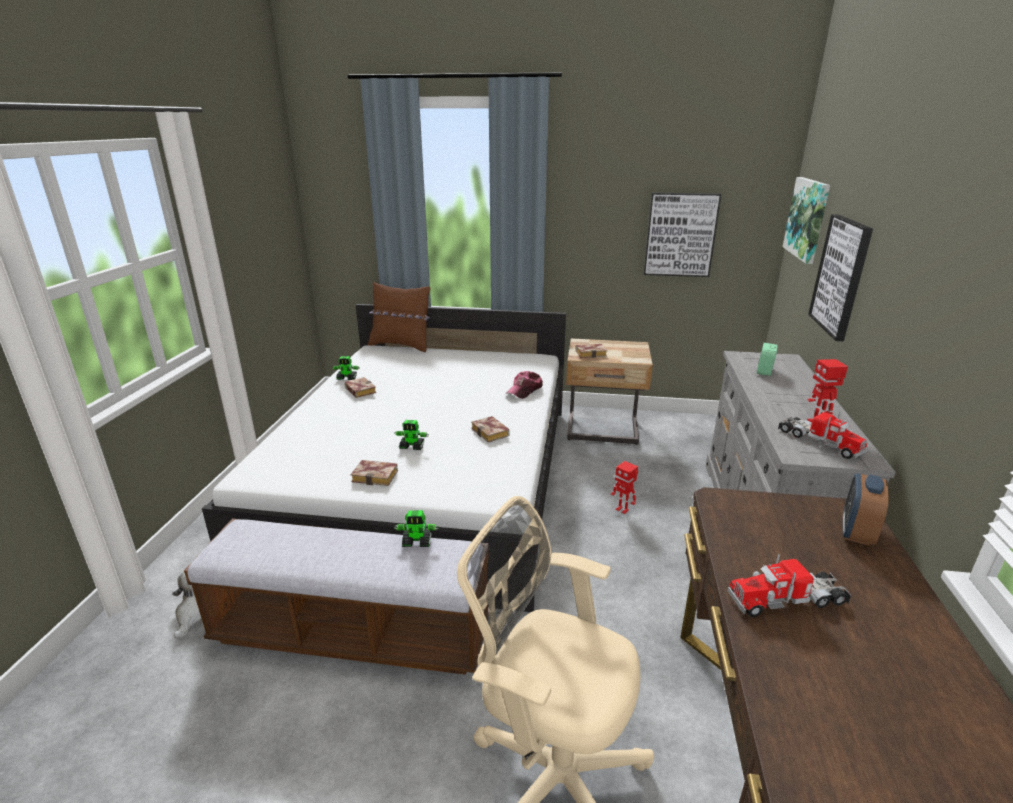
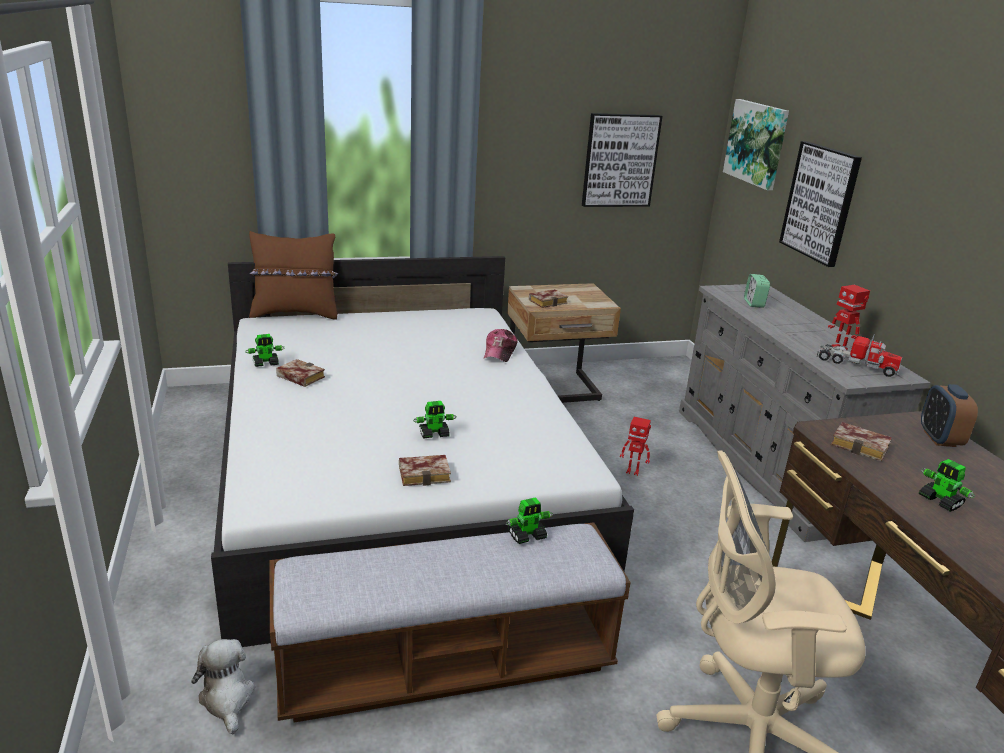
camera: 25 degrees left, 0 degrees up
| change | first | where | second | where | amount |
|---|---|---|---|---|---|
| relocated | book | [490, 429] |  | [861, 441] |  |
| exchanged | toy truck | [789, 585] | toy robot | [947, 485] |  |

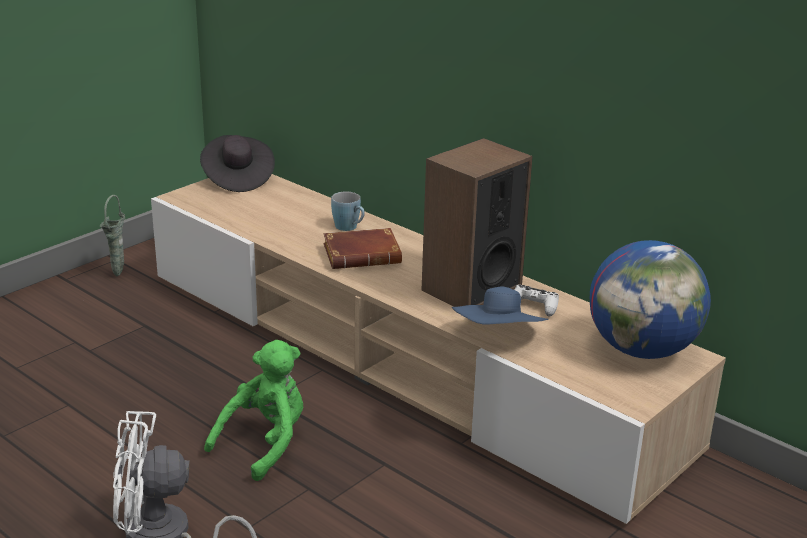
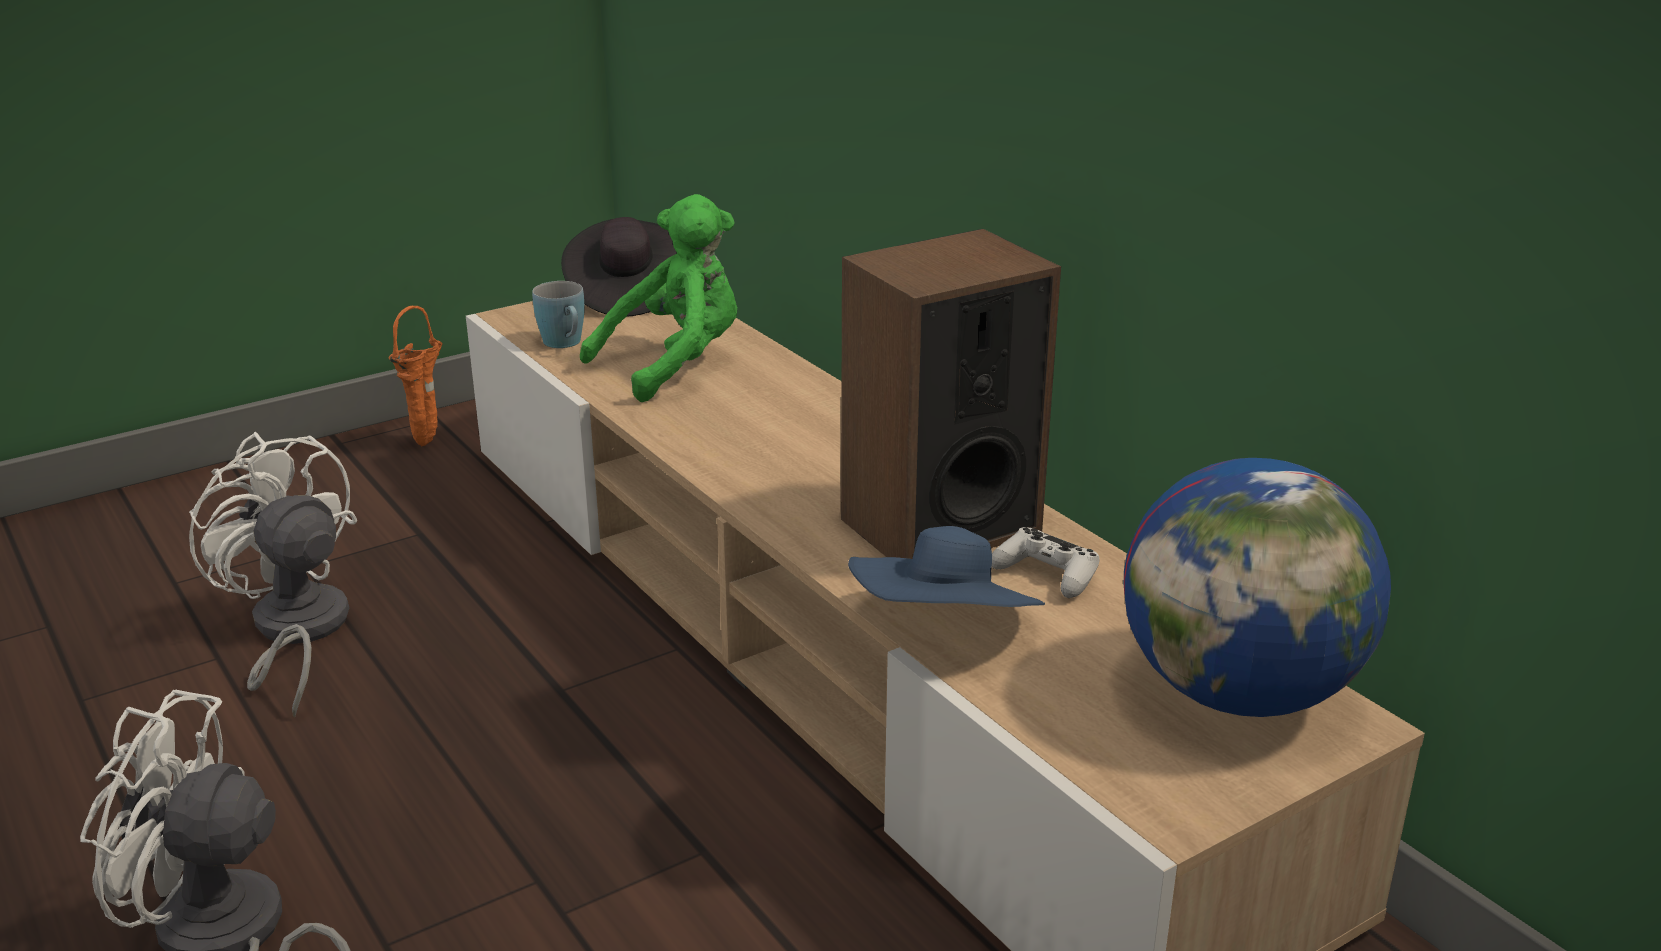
camera: 15 degrees right, 0 degrees up
| change | first | where | second | where | amount |
|---|---|---|---|---|---|
| appeared |  |  | white fan | [273, 575] |  |
| colour | green vase | [112, 235] | orange vase | [416, 376] |  |
| relocated | blue mug | [348, 211] |  | [558, 314] |  |
| relocated | green plush toy | [253, 410] |  | [658, 298] |  |
| missing | brown book | [363, 248] |  |  |  |

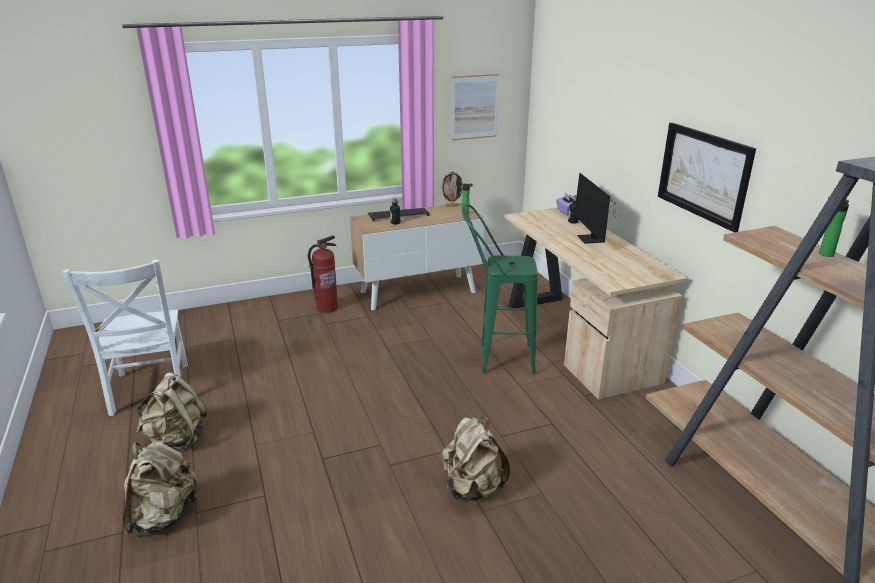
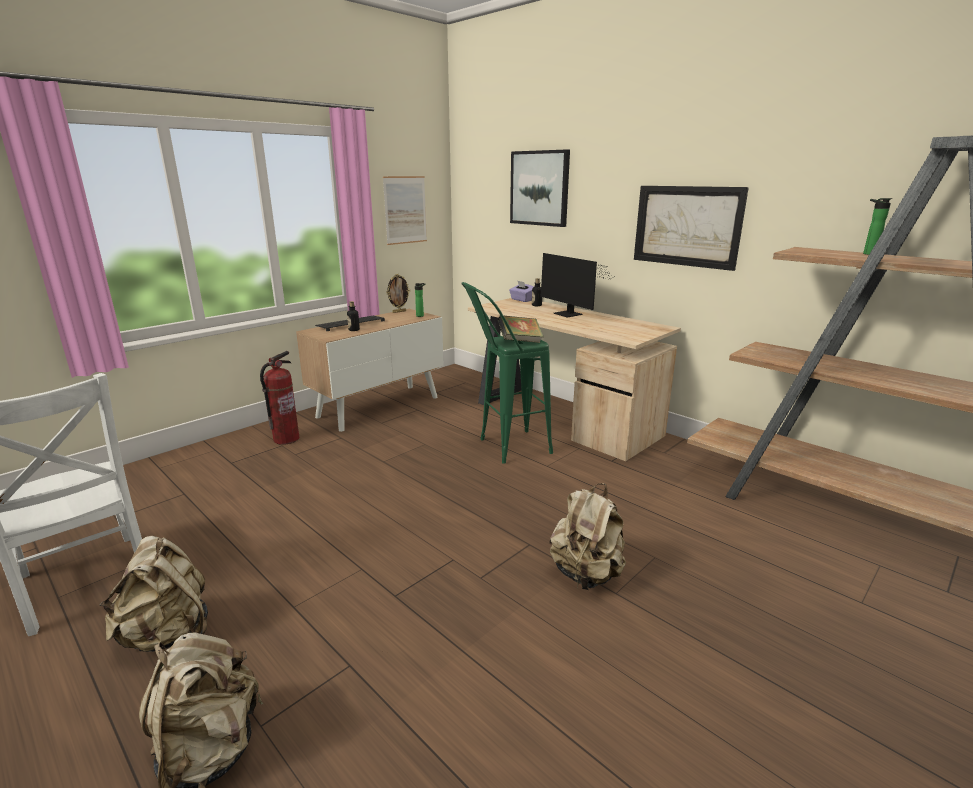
camera: 25 degrees left, 5 degrees down
| change | first | where | second | where | amount |
|---|---|---|---|---|---|
| appeared |  |  | book | [521, 329] |  |
| appeared |  |  | picture | [540, 188] |  |

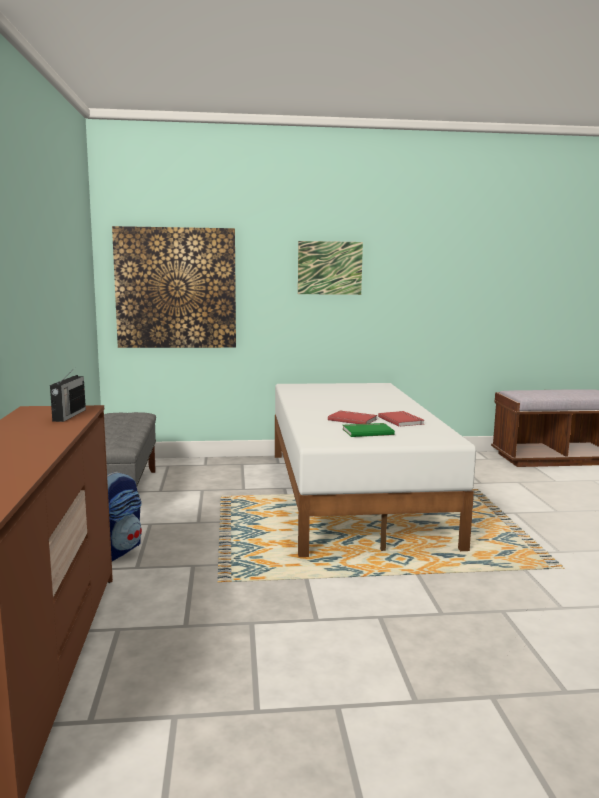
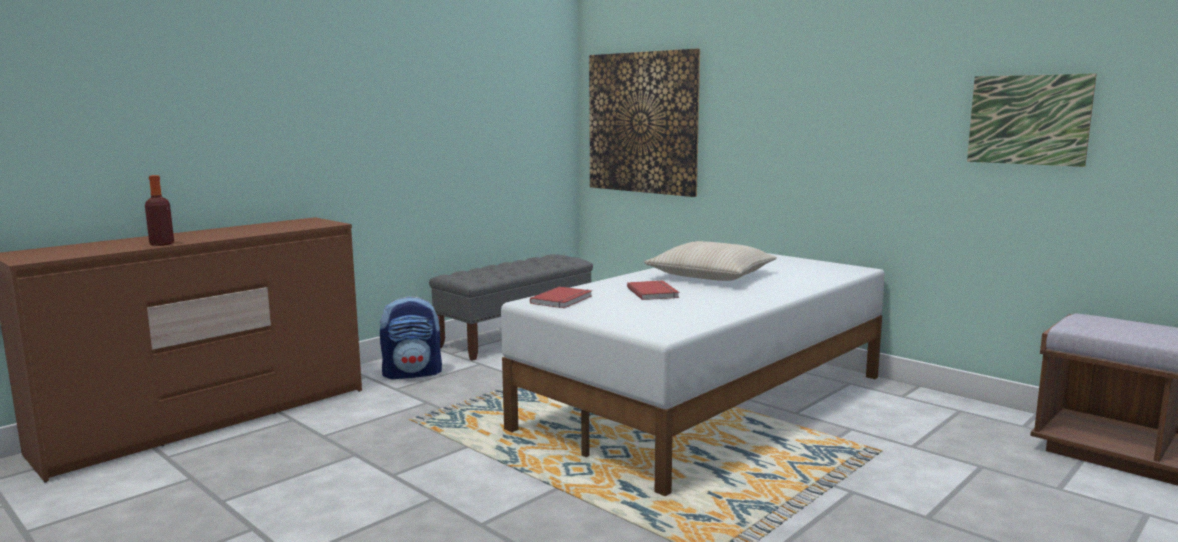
camera: 50 degrees right, 0 degrees up
| change | first | where | second | where | amount |
|---|---|---|---|---|---|
| appeared |  |  | bottle | [159, 210] |  |
| relocated | red book | [401, 419] |  | [561, 297] |  |
| appeared |  |  | beige pillow | [710, 261] |  |
| relocated | picture | [330, 268] |  | [1032, 120] |  |
| missing | radio | [68, 394] |  |  |  |
| missing | green book | [369, 430] |  |  |  |

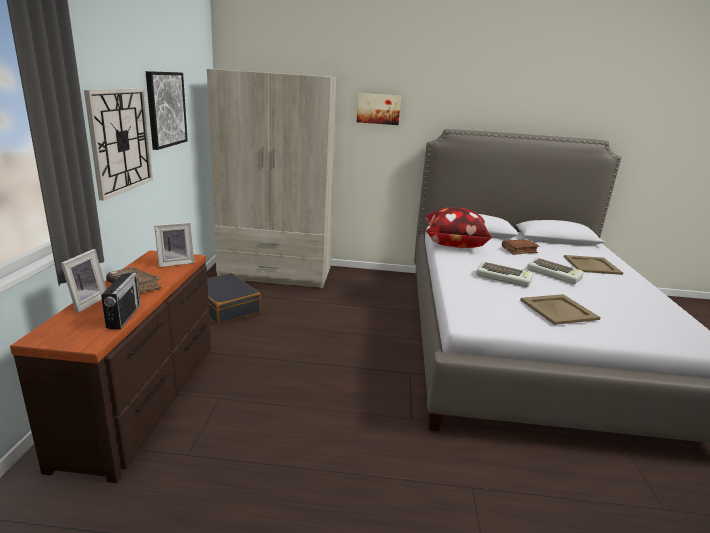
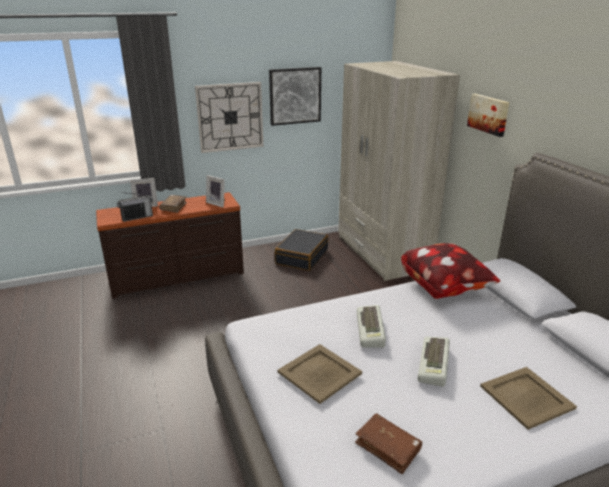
camera: 65 degrees right, 5 degrees up
| change | first | where | second | where | amount |
|---|---|---|---|---|---|
| relocated | brown book | [521, 247] |  | [388, 443] |  |

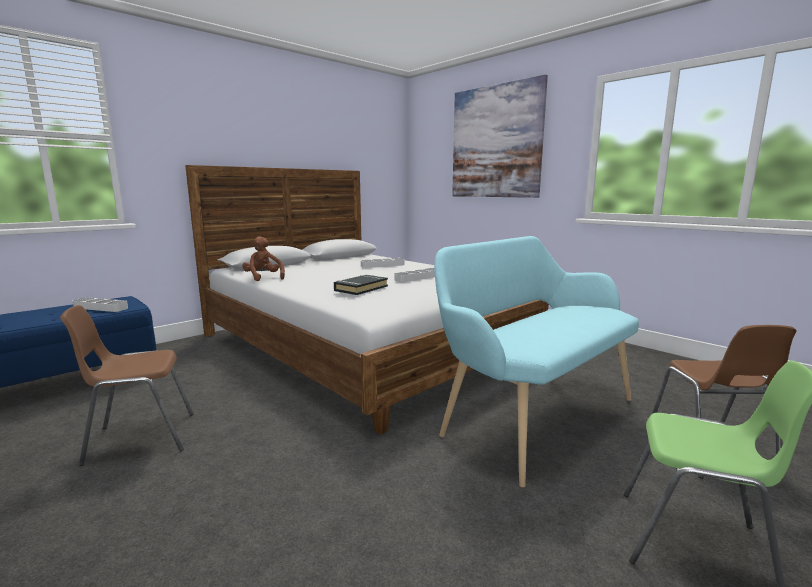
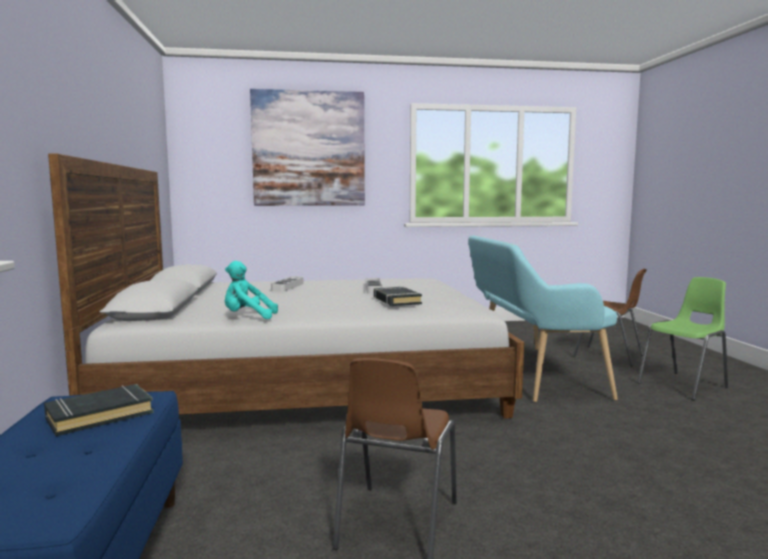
camera: 55 degrees left, 5 degrees down
| change | first | where | second | where | amount |
|---|---|---|---|---|---|
| exchanged | grey tray | [100, 304] | black book | [98, 410] |  |
| colour | brown plush toy | [263, 258] | turquoise plush toy | [251, 290] |  |

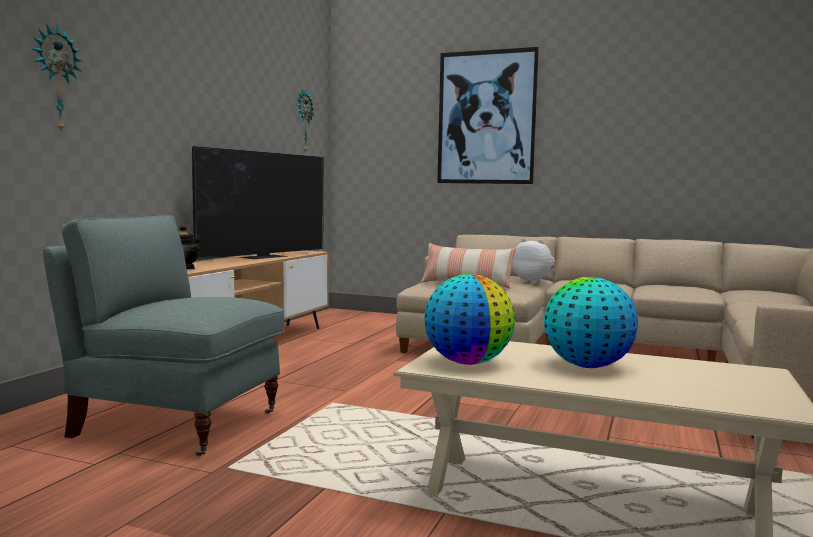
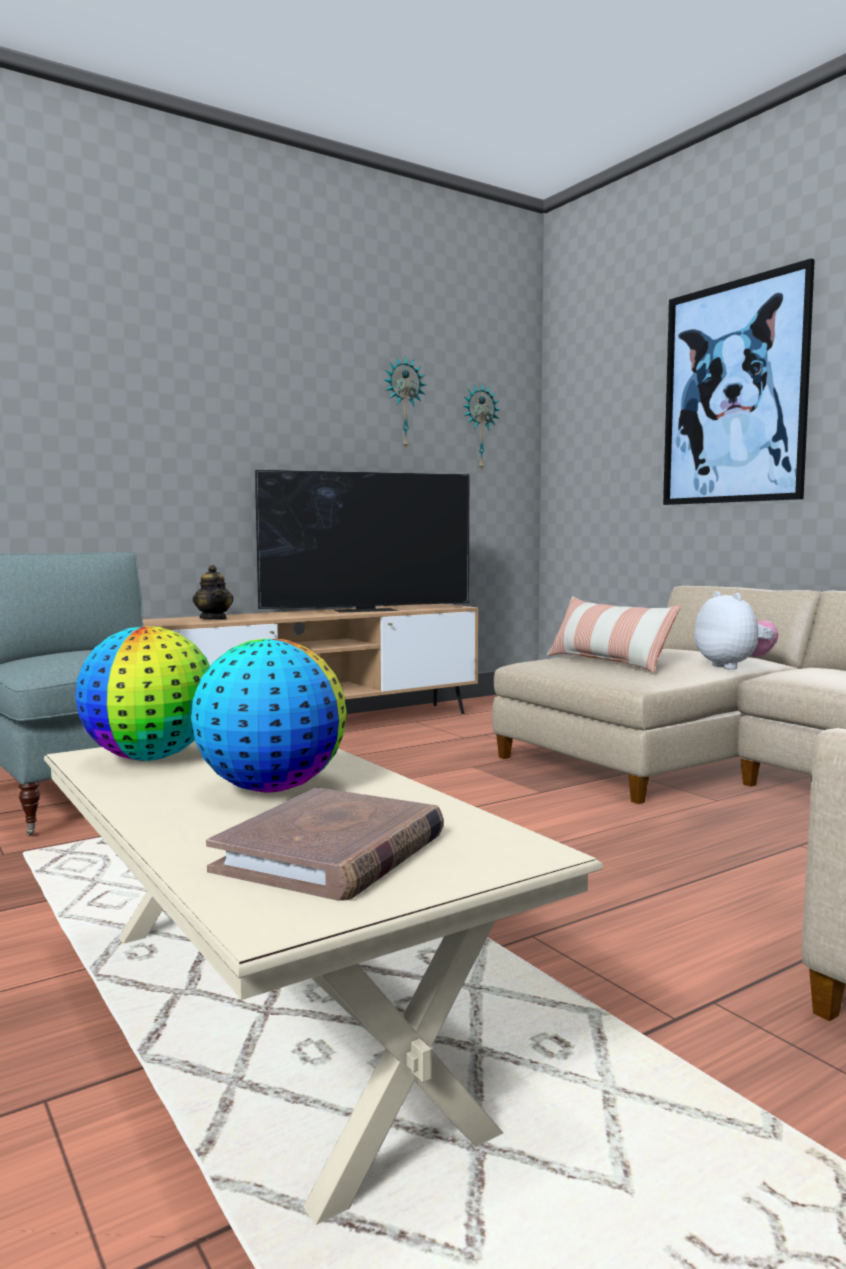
camera: 35 degrees right, 0 degrees up
| change | first | where | second | where | amount |
|---|---|---|---|---|---|
| appeared |  |  | brown book | [325, 844] |  |
| relocated | wall clock | [57, 79] |  | [405, 402] |  |

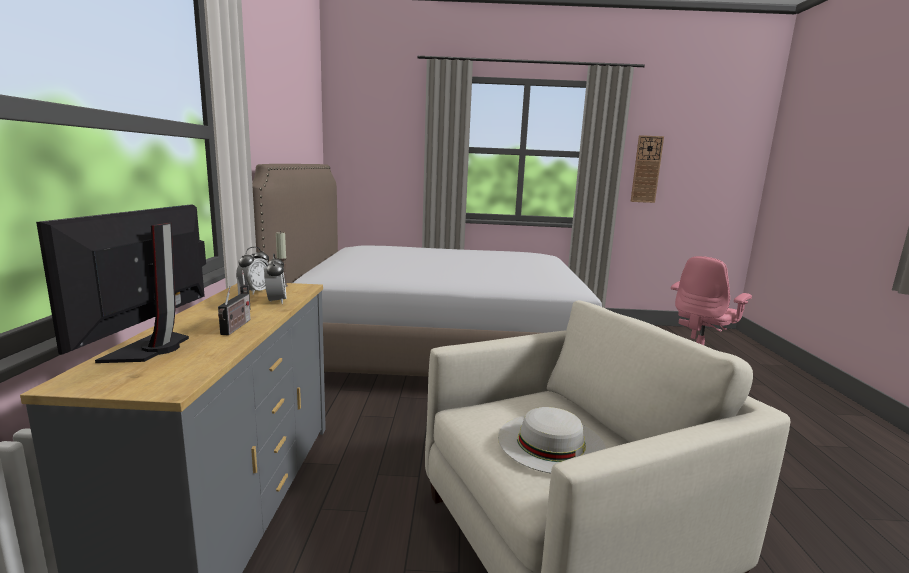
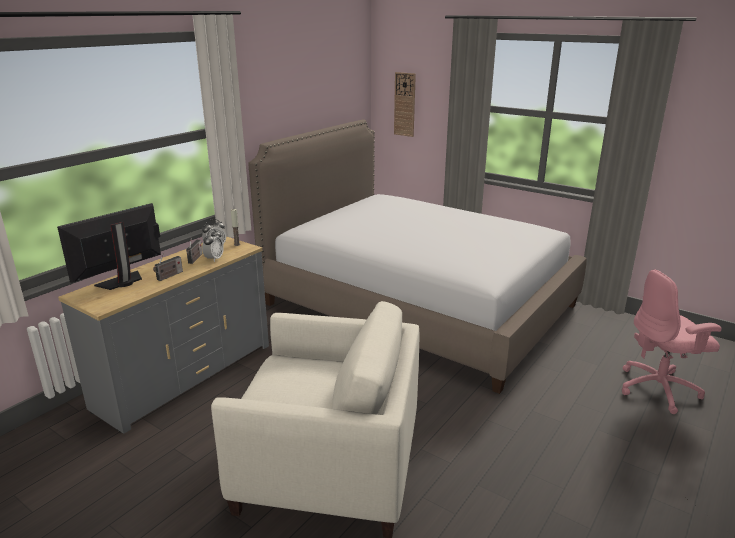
camera: 35 degrees right, 10 degrees up
| change | first | where | second | where | amount |
|---|---|---|---|---|---|
| relocated | wall clock | [647, 169] |  | [405, 104] |  |
| missing | white hat | [552, 440] |  |  |  |

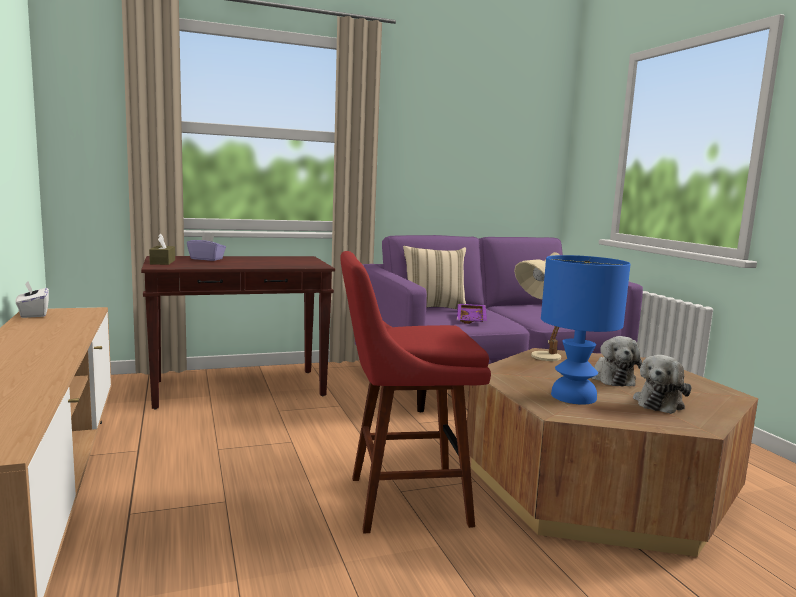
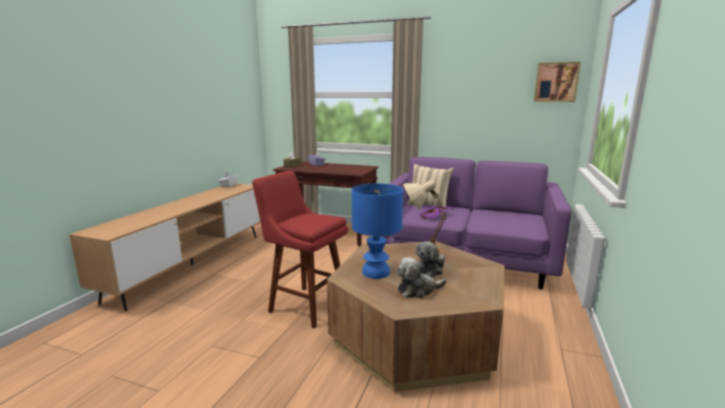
camera: 40 degrees right, 5 degrees up
| change | first | where | second | where | amount |
|---|---|---|---|---|---|
| appeared |  |  | picture | [557, 82] |  |

